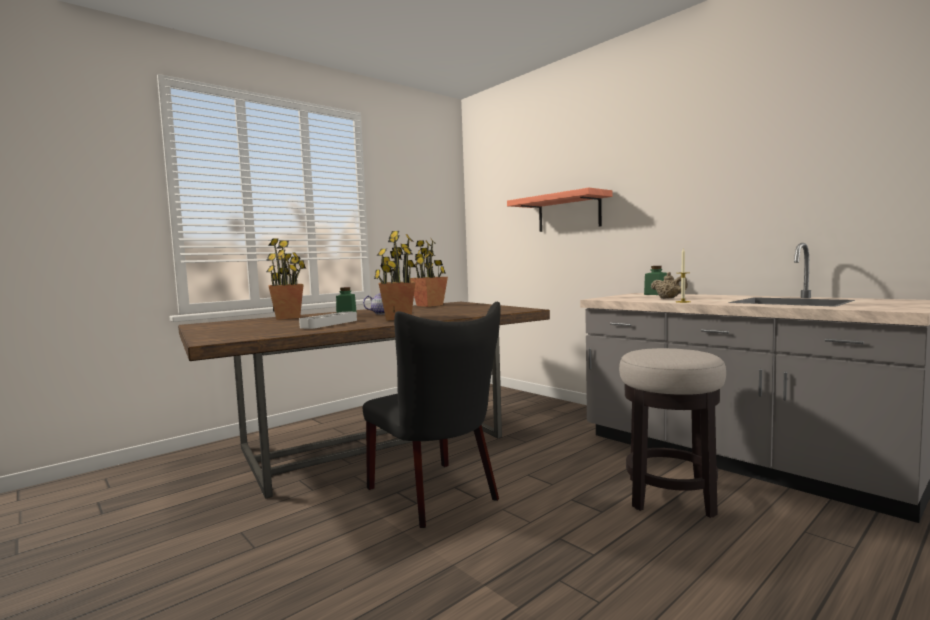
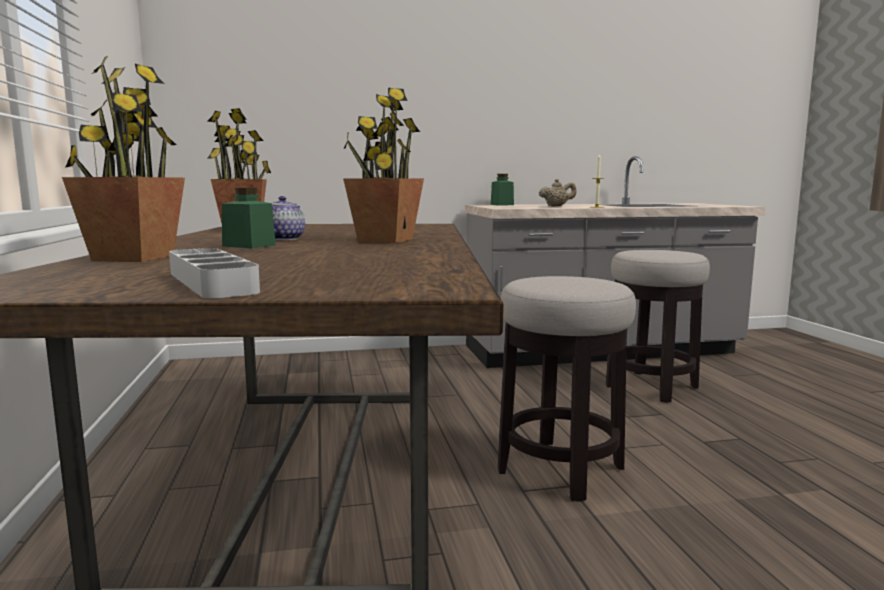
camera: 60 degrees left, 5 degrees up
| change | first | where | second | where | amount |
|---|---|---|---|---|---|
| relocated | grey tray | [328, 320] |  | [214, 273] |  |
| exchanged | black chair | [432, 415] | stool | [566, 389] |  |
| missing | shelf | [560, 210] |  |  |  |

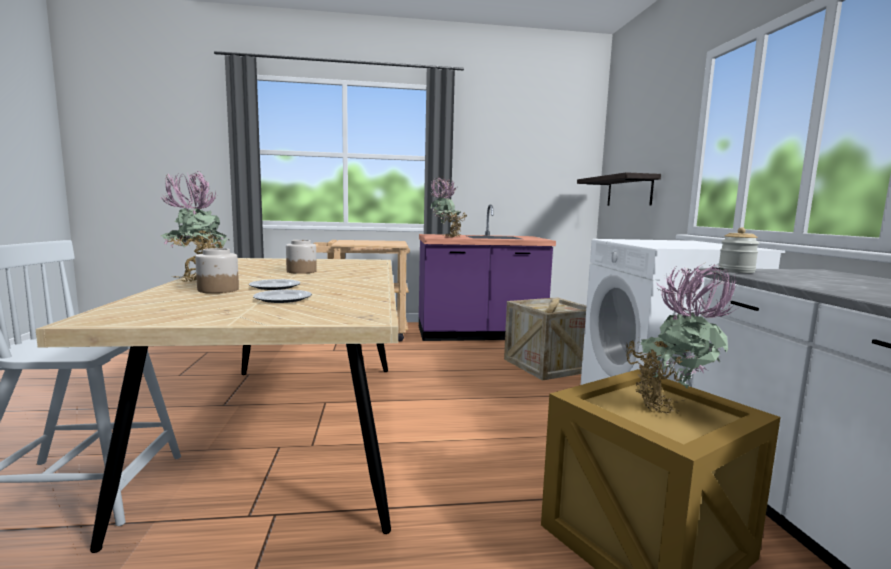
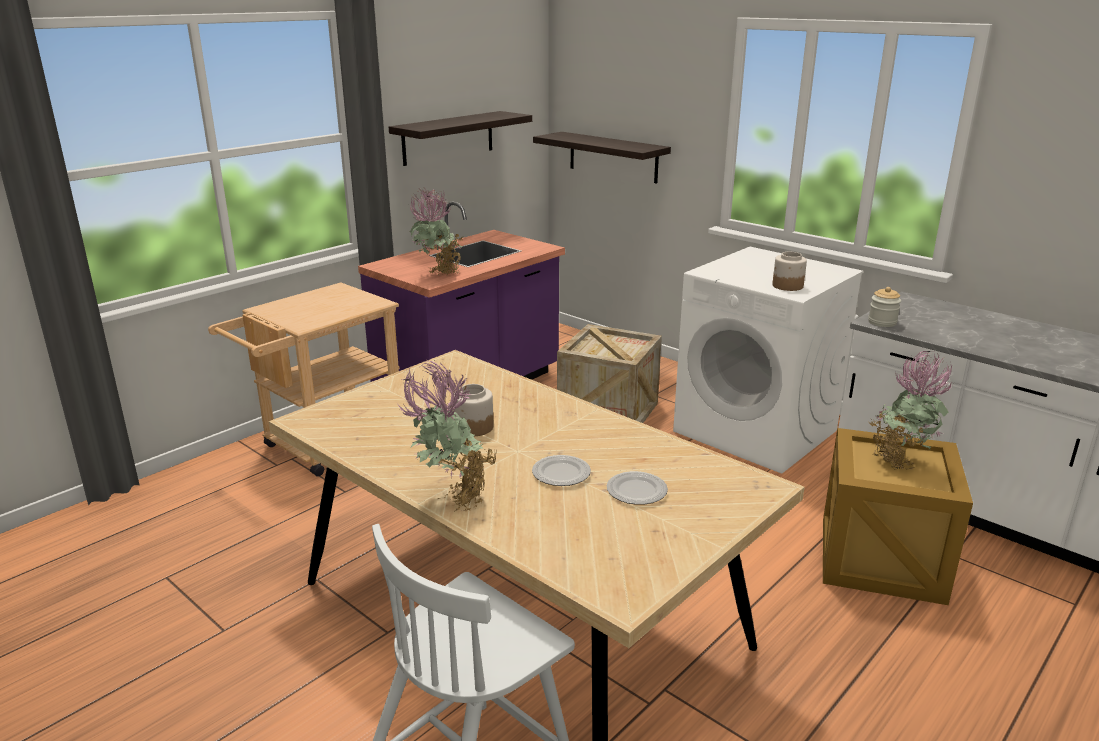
camera: 40 degrees left, 15 degrees up
| change | first | where | second | where | amount |
|---|---|---|---|---|---|
| appeared |  |  | shelf | [460, 138] |  |
| relocated | jar | [217, 270] |  | [789, 271] |  |

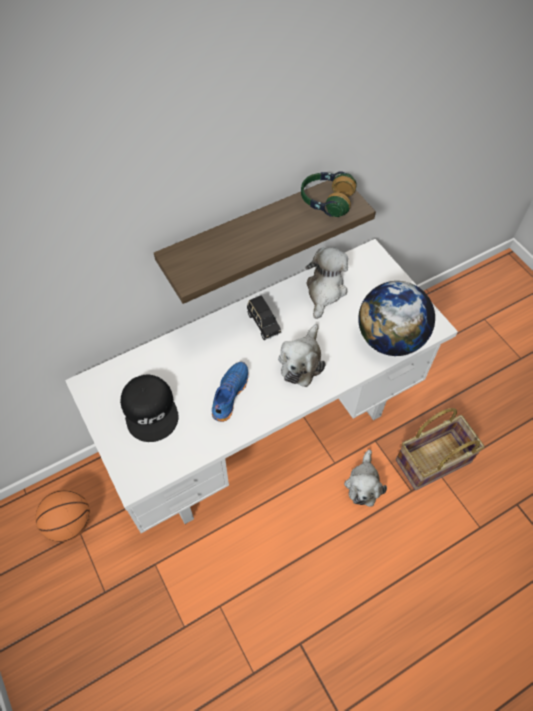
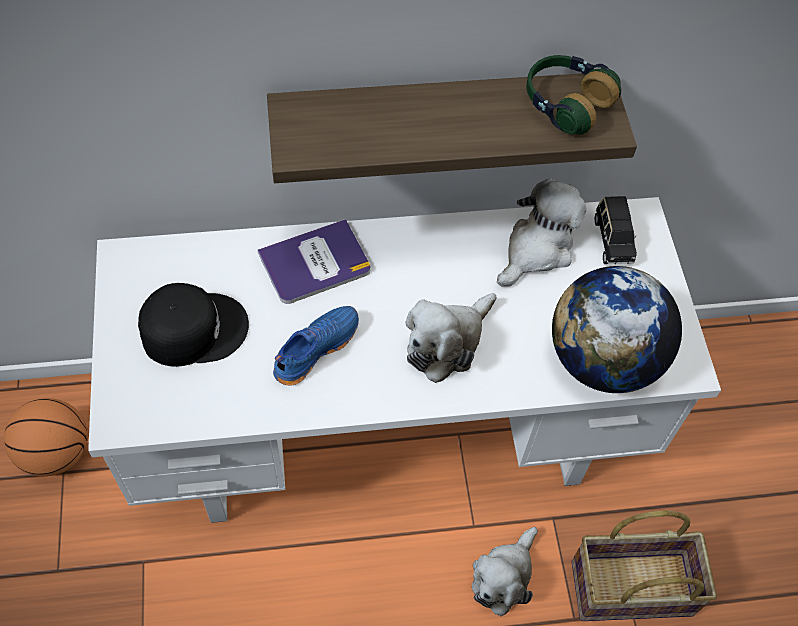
camera: 20 degrees right, 0 degrees up
| change | first | where | second | where | amount |
|---|---|---|---|---|---|
| spun | black cap | [149, 408] |  | [193, 325] | 105 degrees counterclockwise |
| appeared |  |  | book | [314, 261] |  |
| relocated | black toy car | [264, 317] |  | [616, 230] |  |

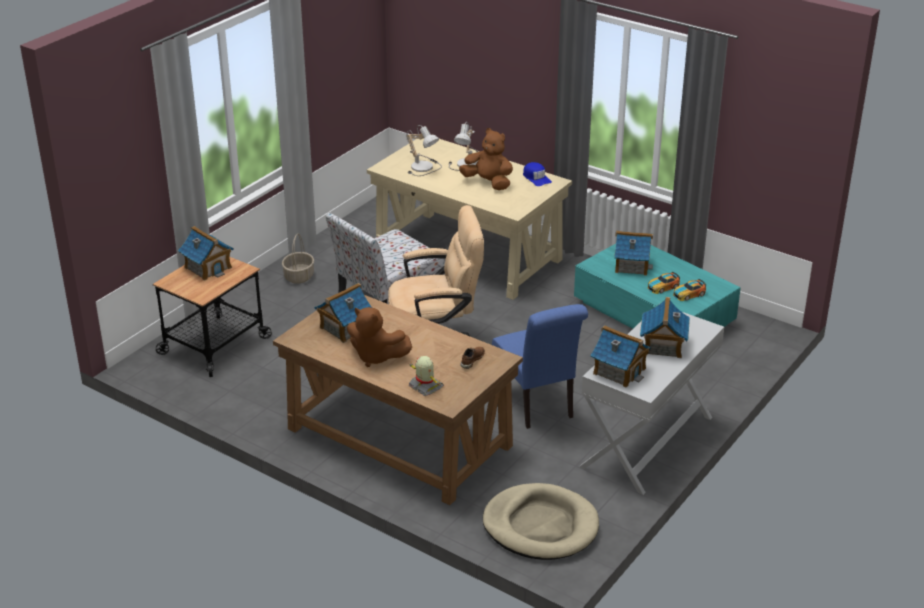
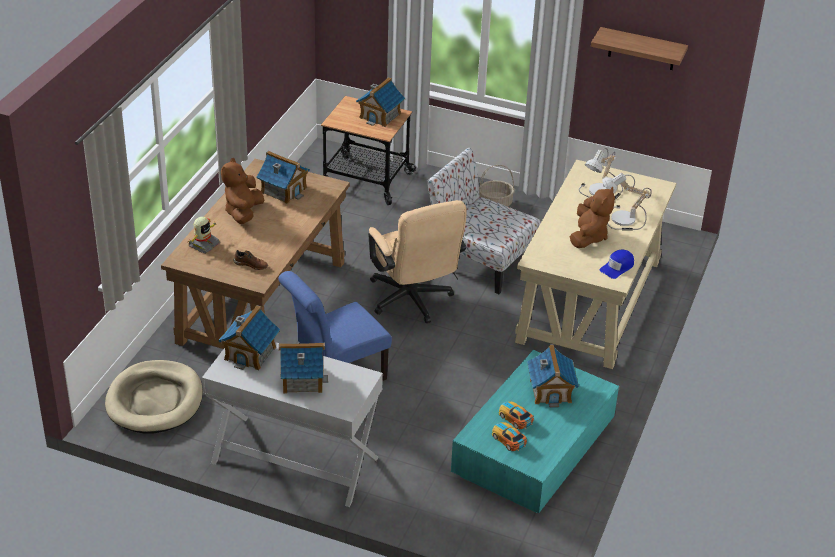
camera: 75 degrees right, 5 degrees up
| change | first | where | second | where | amount |
|---|---|---|---|---|---|
| appeared |  |  | shelf | [639, 48] |  |

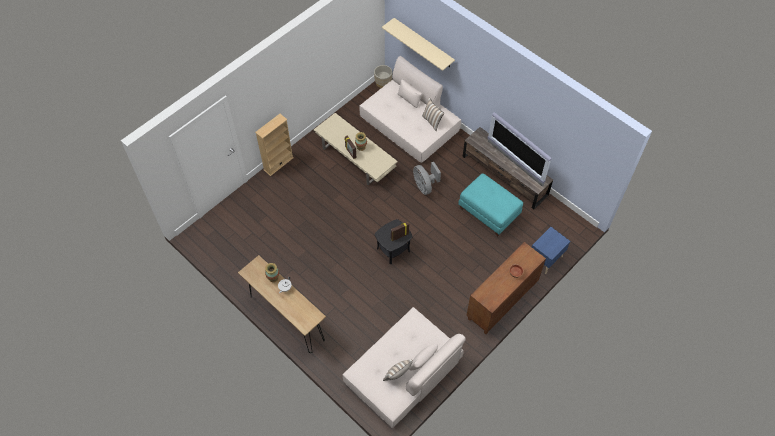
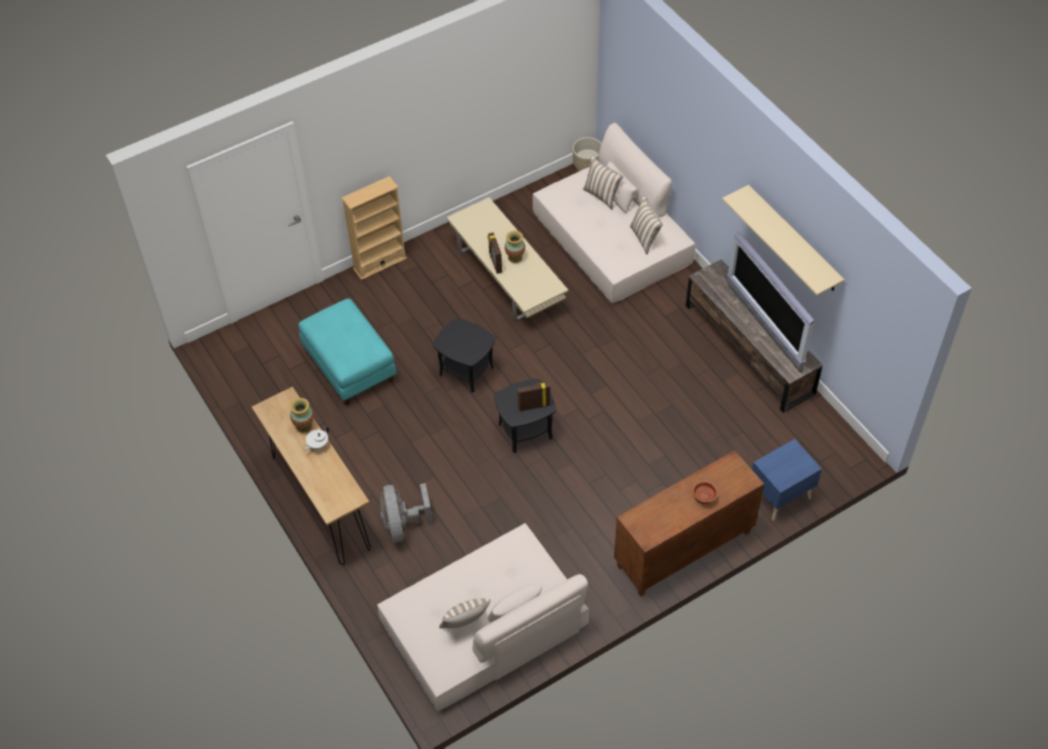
camera: 15 degrees right, 5 degrees down
| change | first | where | second | where | amount |
|---|---|---|---|---|---|
| relocated | turquoise ottoman | [490, 204] |  | [347, 352] |  |
| relocated | grey fan | [427, 178] |  | [406, 512] |  |
| appeared |  |  | black side table | [464, 355] |  |
| appeared |  |  | pillow | [603, 183] |  |
| relocated | beige shelf | [418, 44] |  | [783, 240] |  |

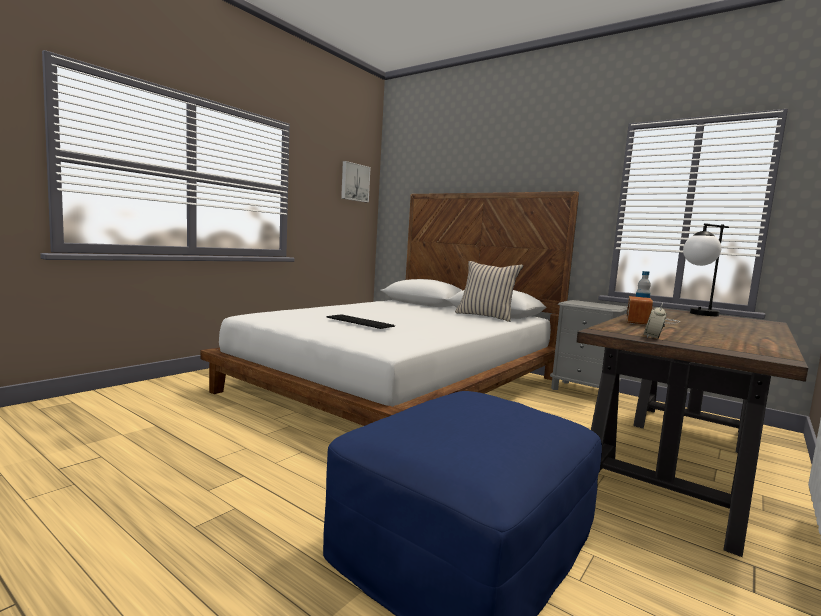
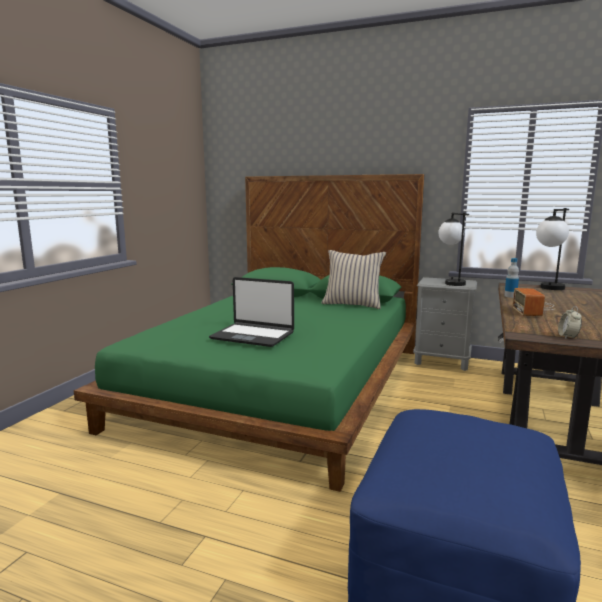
camera: 15 degrees left, 5 degrees up
| change | first | where | second | where | amount |
|---|---|---|---|---|---|
| colour | white bed | [390, 308] | green bed | [249, 333] |  |
| exchanged | keyboard | [360, 321] | laptop | [251, 312] |  |
| appeared |  |  | table lamp | [453, 249] |  |
| missing | picture | [356, 181] |  |  |  |

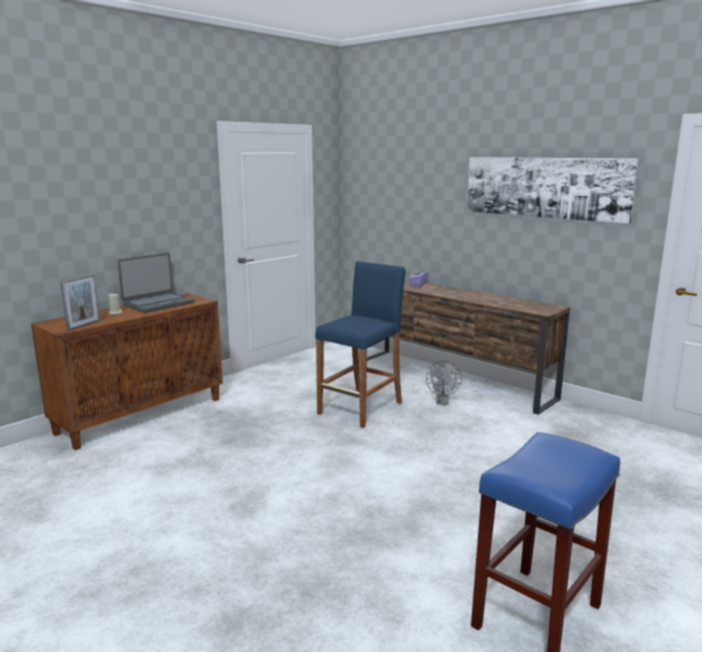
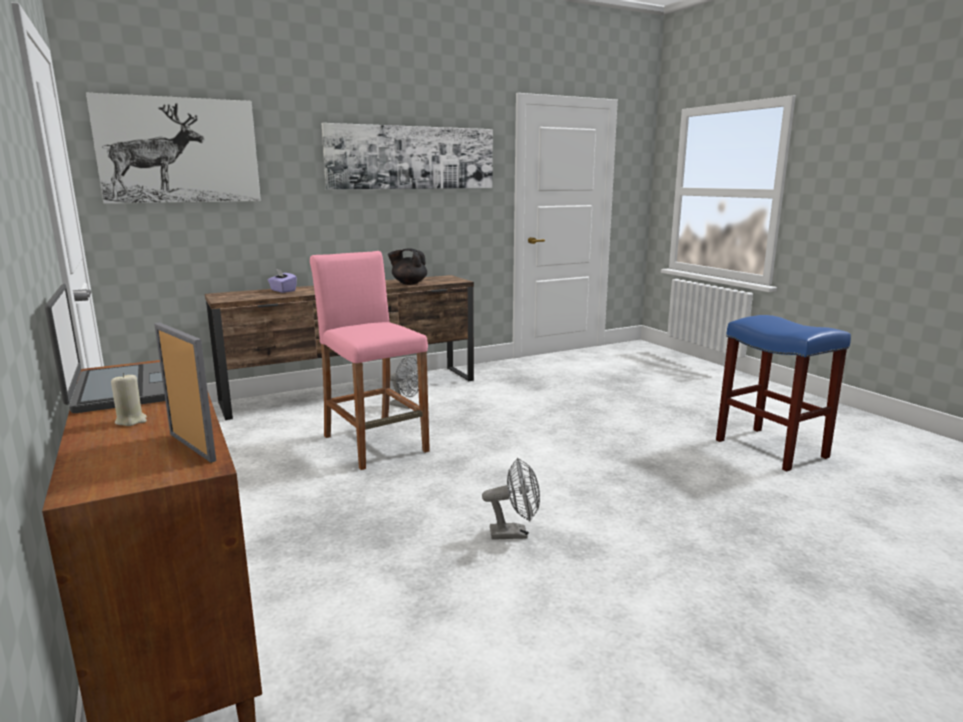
camera: 70 degrees left, 0 degrees up
| change | first | where | second | where | amount |
|---|---|---|---|---|---|
| appeared |  |  | picture | [173, 148] |  |
| colour | blue stool | [360, 344] | pink stool | [370, 360] |  |
| appeared |  |  | black teapot | [407, 266] |  |
| appeared |  |  | grey fan | [511, 499] |  |

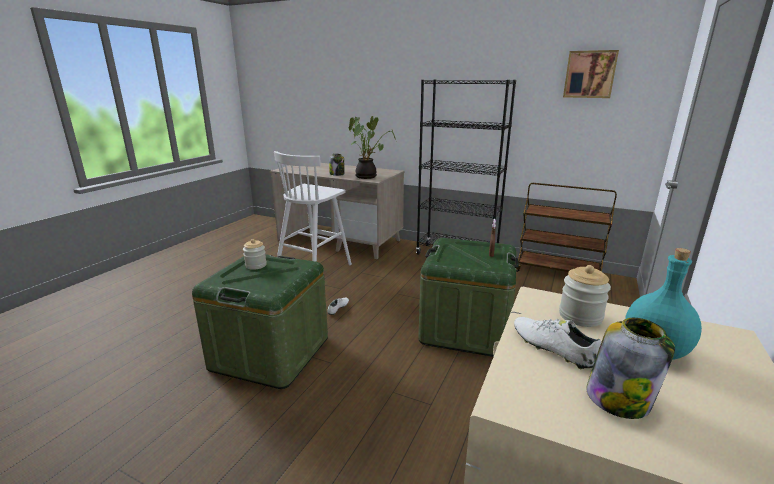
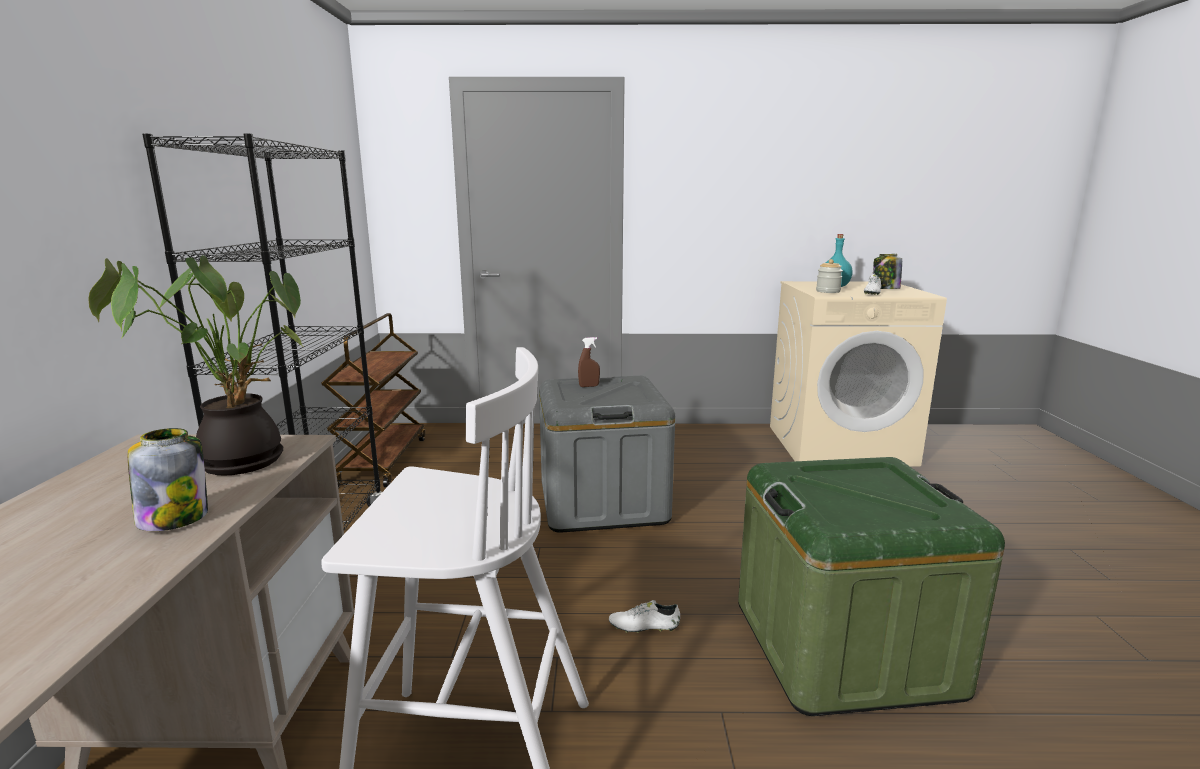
camera: 115 degrees left, 5 degrees down
| change | first | where | second | where | amount |
|---|---|---|---|---|---|
| colour | green storage box | [468, 297] | grey storage box | [607, 454] |  |
| missing | jar | [255, 254] |  |  |  |
| missing | picture | [591, 74] |  |  |  |

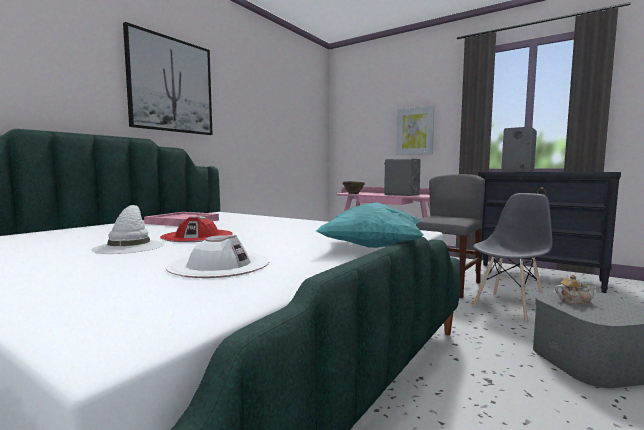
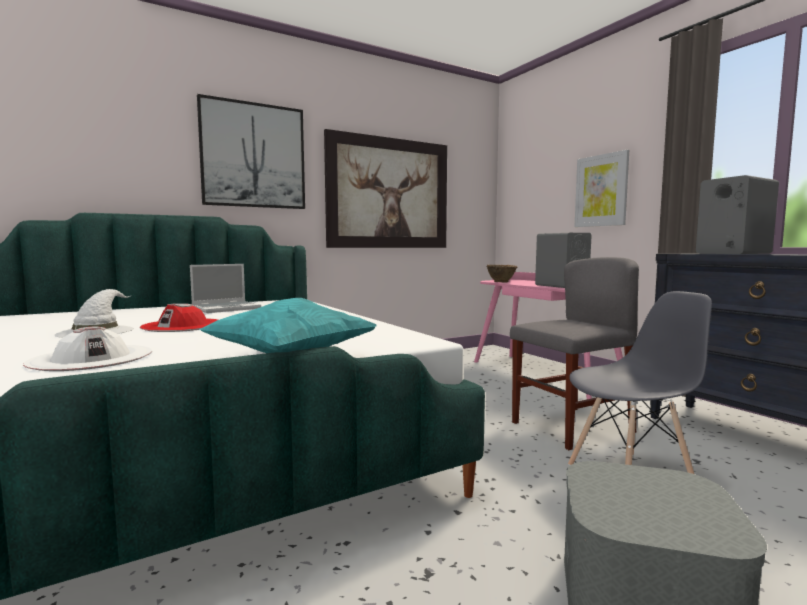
camera: 25 degrees right, 0 degrees up
| change | first | where | second | where | amount |
|---|---|---|---|---|---|
| exchanged | pink tray | [181, 219] | laptop | [225, 288] |  |
| appeared |  |  | picture | [385, 188] |  |
| missing | teapot | [576, 289] |  |  |  |

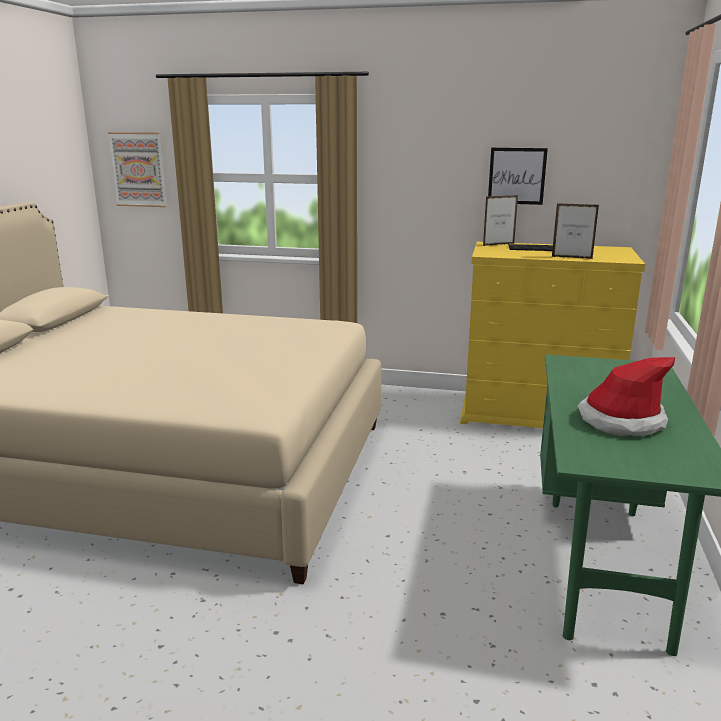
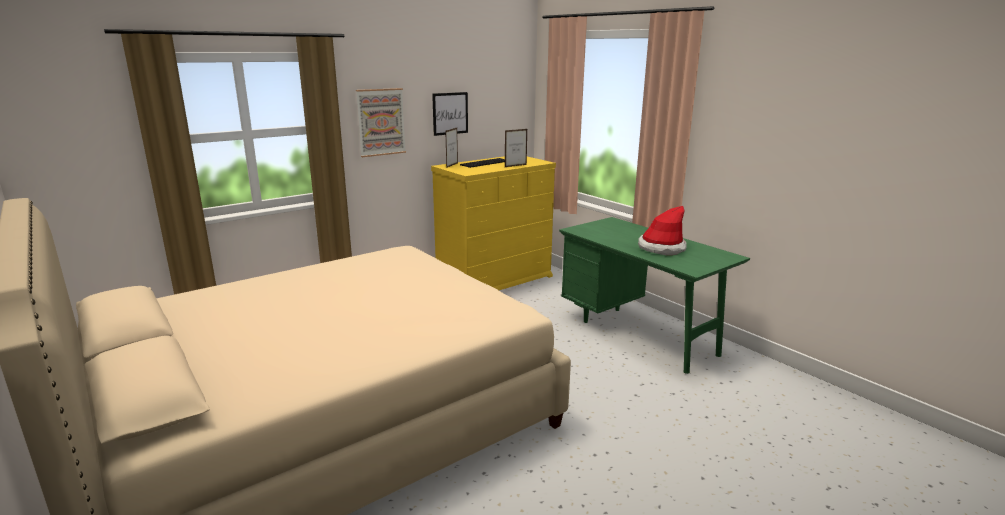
camera: 50 degrees left, 0 degrees up
| change | first | where | second | where | amount |
|---|---|---|---|---|---|
| relocated | picture | [137, 169] |  | [381, 122] |  |

